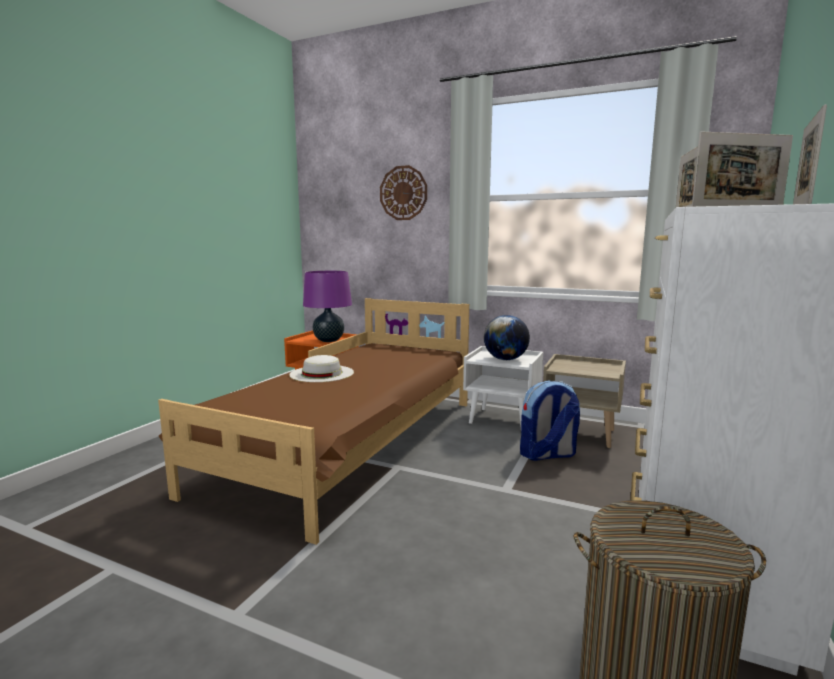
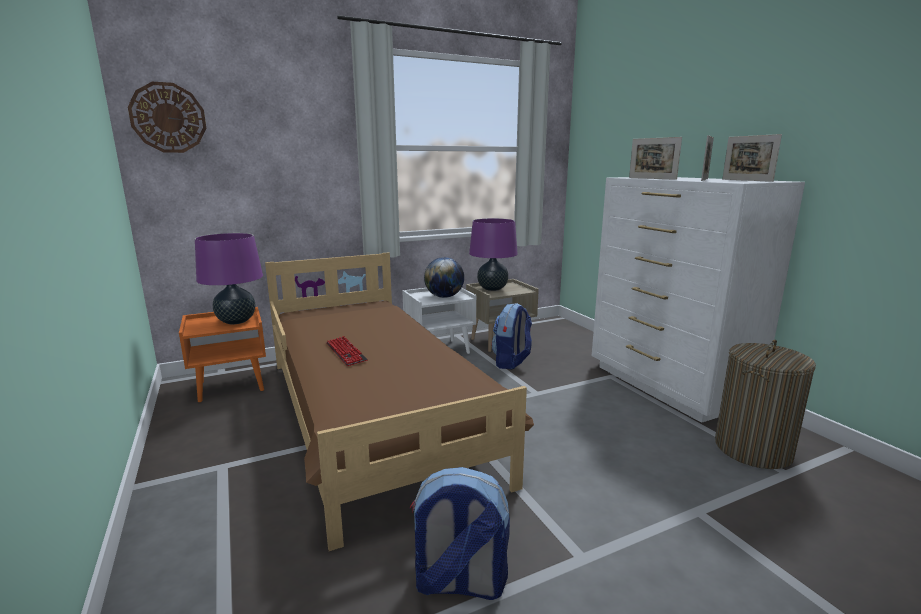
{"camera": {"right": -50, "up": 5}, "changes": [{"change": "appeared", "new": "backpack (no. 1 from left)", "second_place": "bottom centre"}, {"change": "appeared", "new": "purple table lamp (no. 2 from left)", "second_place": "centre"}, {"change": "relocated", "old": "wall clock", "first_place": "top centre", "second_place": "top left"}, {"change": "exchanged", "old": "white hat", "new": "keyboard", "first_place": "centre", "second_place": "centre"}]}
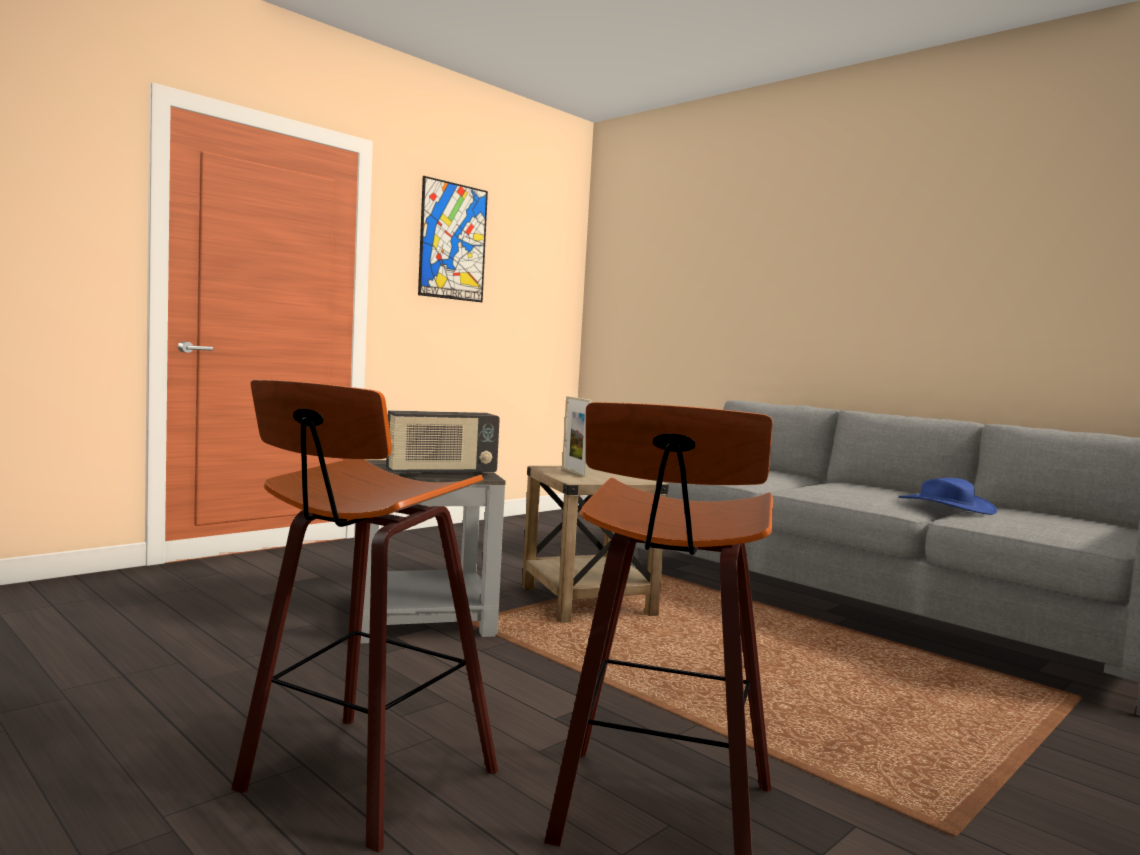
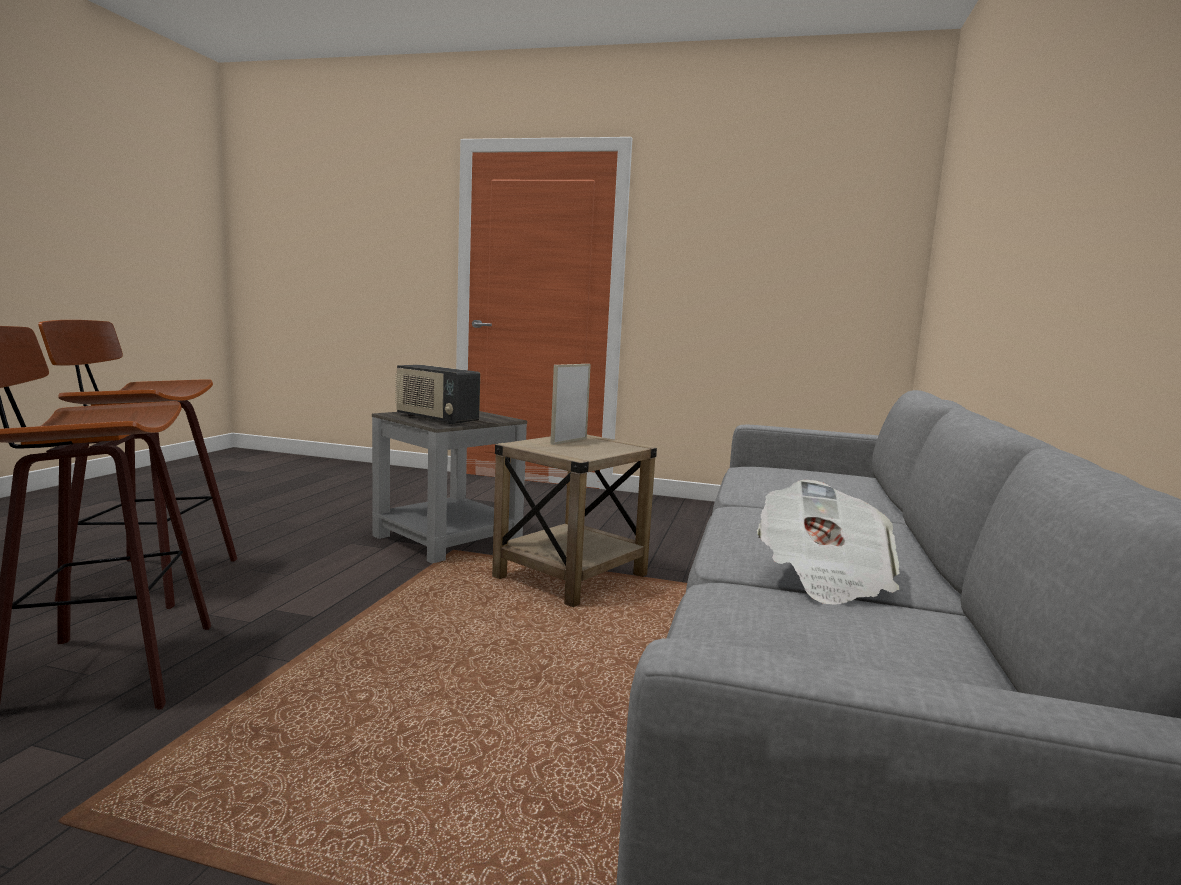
{"camera": {"right": 60, "up": 5}, "changes": [{"change": "missing", "old": "picture", "first_place": "top centre"}, {"change": "exchanged", "old": "blue hat", "new": "newspaper", "first_place": "middle right", "second_place": "middle right"}]}
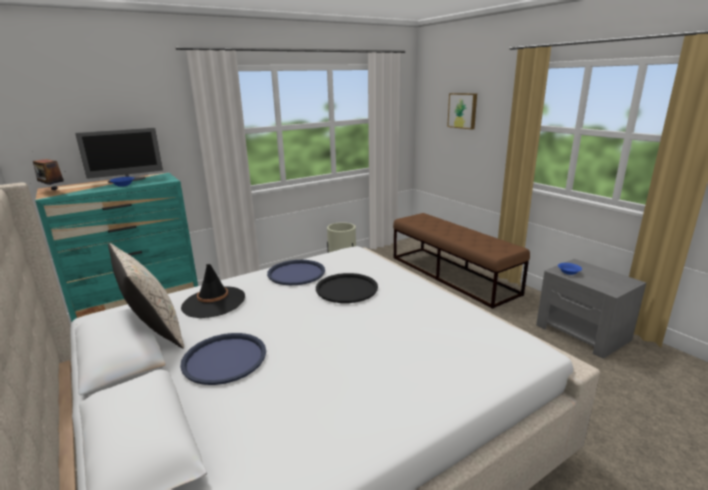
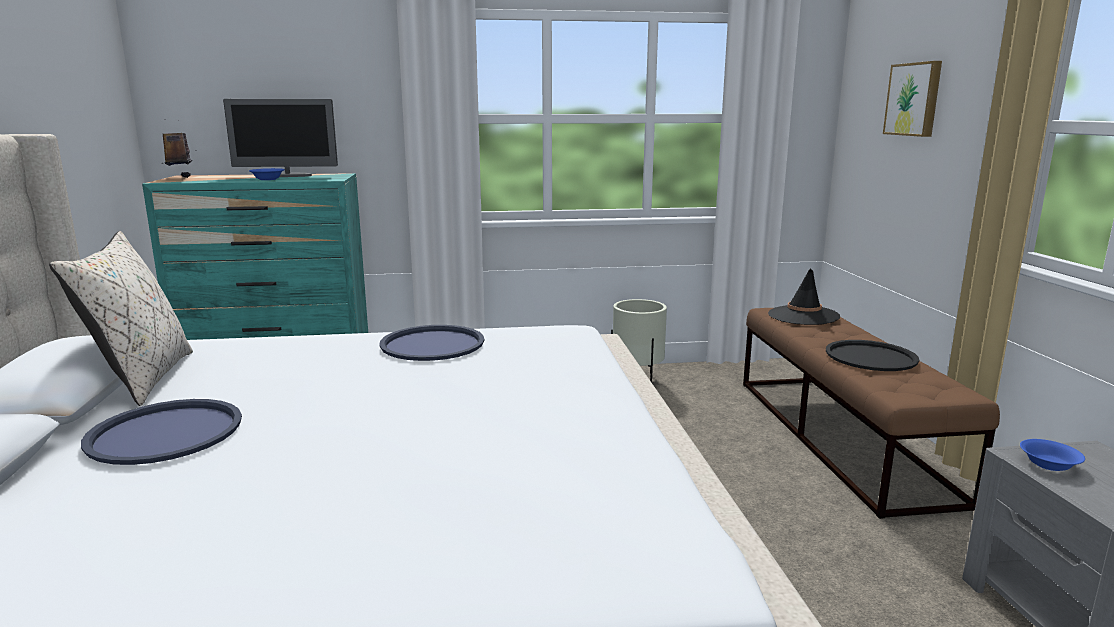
{"camera": {"right": 25, "up": -5}, "changes": [{"change": "relocated", "old": "black hat", "first_place": "middle left", "second_place": "middle right"}, {"change": "relocated", "old": "black tray", "first_place": "centre", "second_place": "middle right"}]}
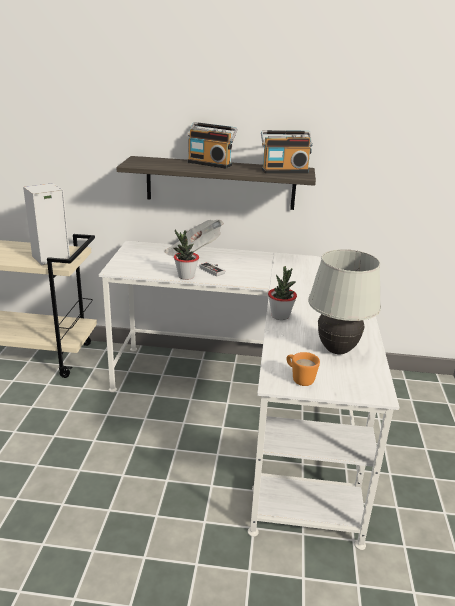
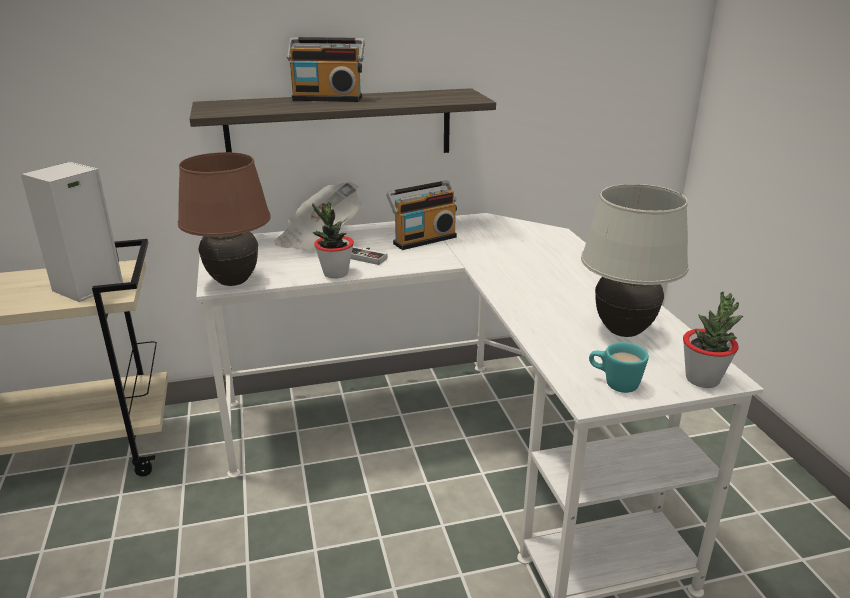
{"camera": {"right": -20, "up": 0}, "changes": [{"change": "appeared", "new": "brown table lamp", "second_place": "middle left"}, {"change": "relocated", "old": "radio (no. 2 from left)", "first_place": "top centre", "second_place": "centre"}, {"change": "relocated", "old": "potted plant (no. 2 from left)", "first_place": "centre", "second_place": "middle right"}, {"change": "colour", "old": "orange mug", "new": "turquoise mug", "first_place": "centre", "second_place": "middle right"}]}
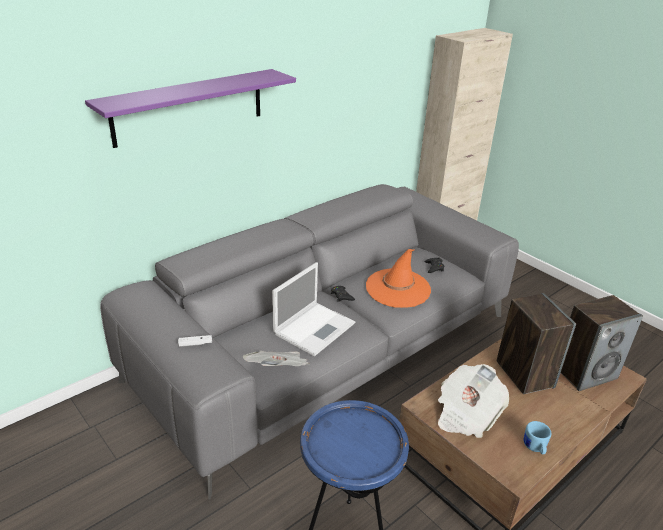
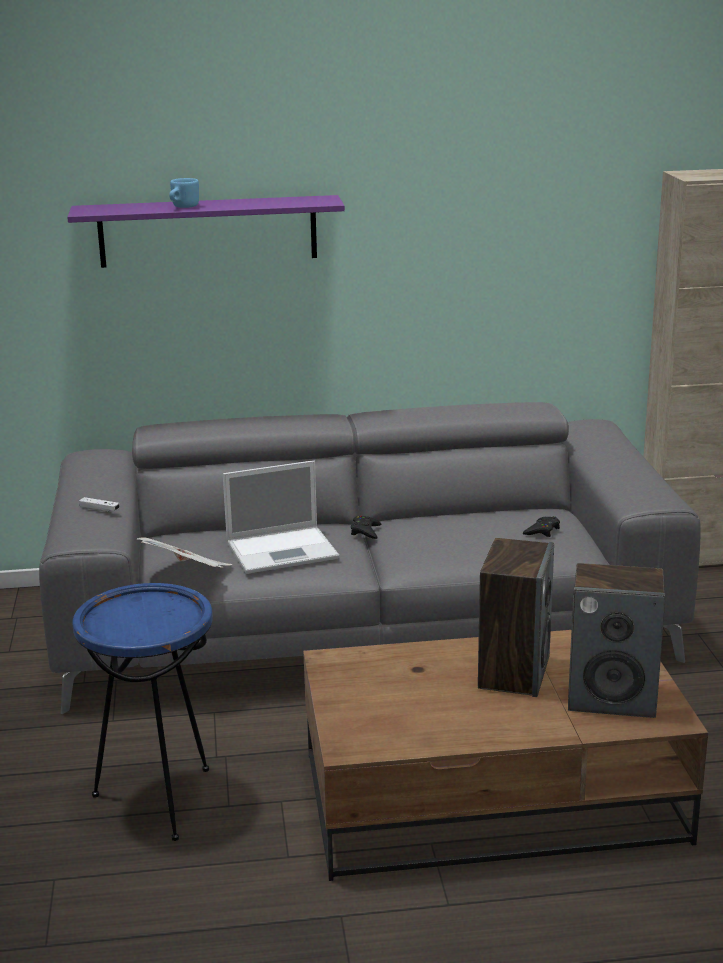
{"camera": {"right": 35, "up": -10}, "changes": [{"change": "missing", "old": "orange hat", "first_place": "centre"}, {"change": "missing", "old": "newspaper (no. 2 from left)", "first_place": "bottom right"}, {"change": "relocated", "old": "blue mug", "first_place": "bottom right", "second_place": "top left"}]}
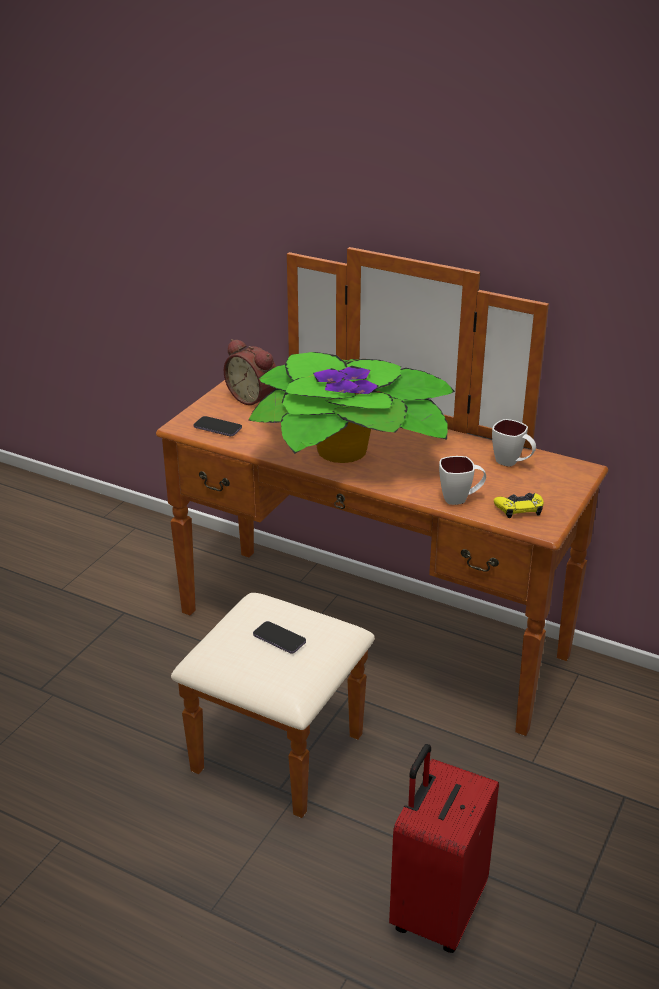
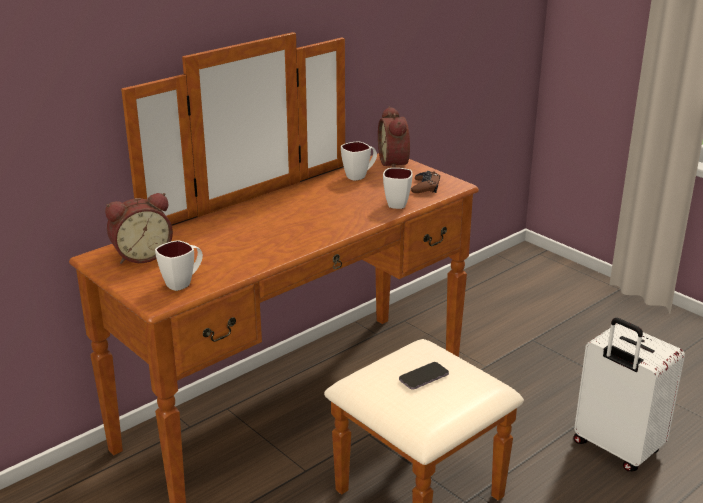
{"camera": {"right": -70, "up": -5}, "changes": [{"change": "missing", "old": "potted plant", "first_place": "centre"}, {"change": "appeared", "new": "alarm clock (no. 2 from left)", "second_place": "top centre"}, {"change": "exchanged", "old": "phone (no. 1 from left)", "new": "white mug (no. 1 from left)", "first_place": "middle left", "second_place": "middle left"}, {"change": "colour", "old": "red suitcase", "new": "white suitcase", "first_place": "bottom right", "second_place": "bottom right"}, {"change": "colour", "old": "yellow game controller", "new": "brown game controller", "first_place": "middle right", "second_place": "centre"}]}
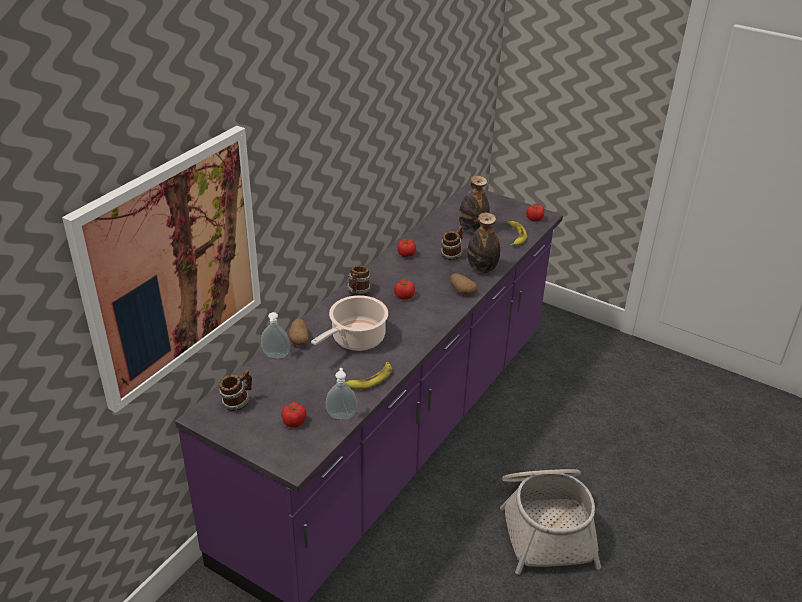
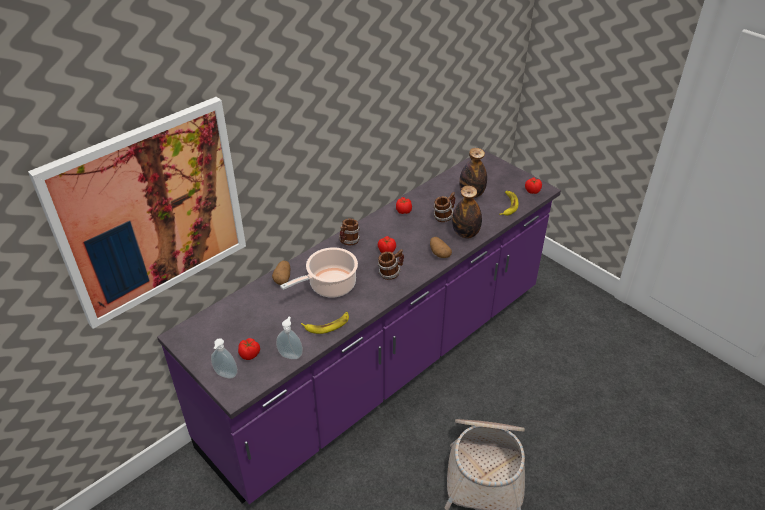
{"camera": {"right": 15, "up": 5}, "changes": [{"change": "relocated", "old": "mug (no. 1 from left in the first image)", "new": "mug (no. 2 from left)", "first_place": "middle left", "second_place": "centre"}, {"change": "relocated", "old": "soap dispenser (no. 1 from left)", "first_place": "centre", "second_place": "bottom left"}]}
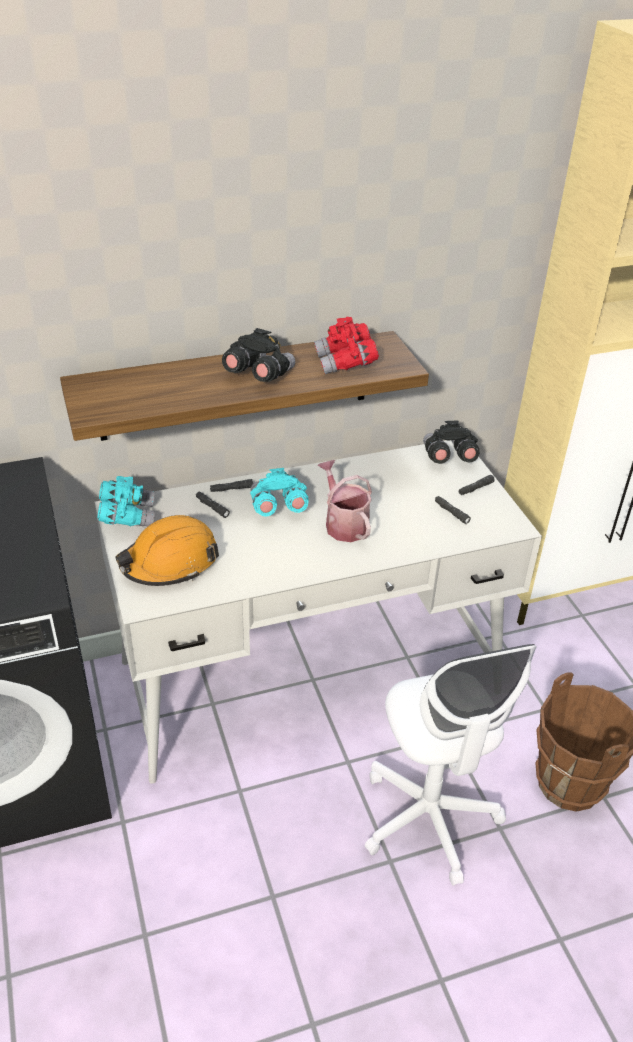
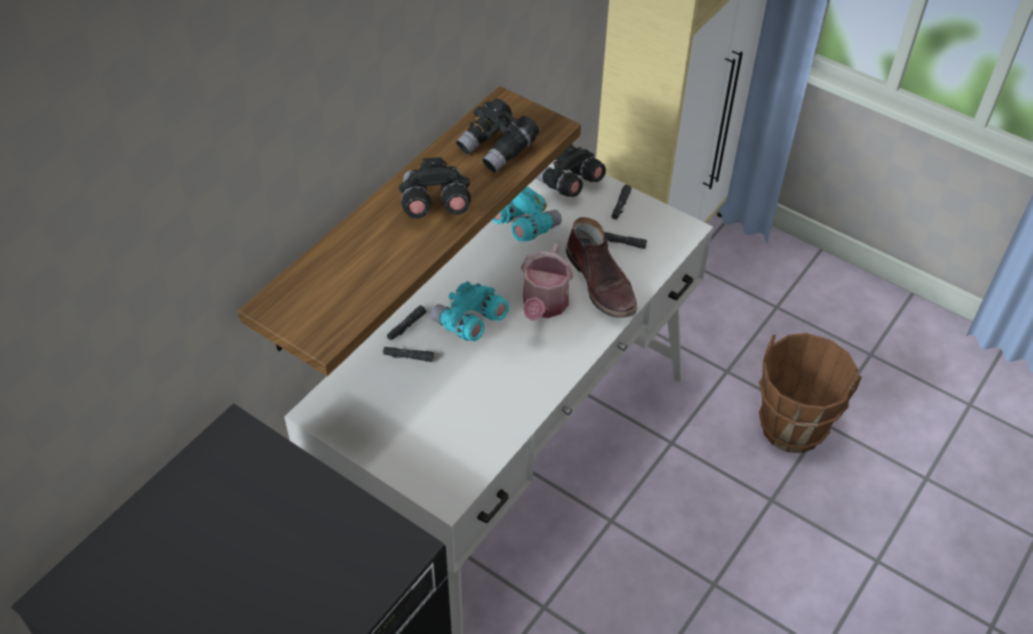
{"camera": {"right": -35, "up": 10}, "changes": [{"change": "missing", "old": "orange hard hat", "first_place": "middle left"}, {"change": "missing", "old": "white office chair", "first_place": "bottom right"}, {"change": "appeared", "new": "brown boot", "second_place": "centre"}, {"change": "relocated", "old": "turquoise binoculars (no. 1 from left in the first image)", "new": "turquoise binoculars (no. 2 from left)", "first_place": "middle left", "second_place": "centre"}, {"change": "colour", "old": "red binoculars", "new": "black binoculars (no. 2 from left)", "first_place": "top centre", "second_place": "top centre"}, {"change": "spun", "old": "watering can", "first_place": "centre", "second_place": "centre", "degrees": -105}]}
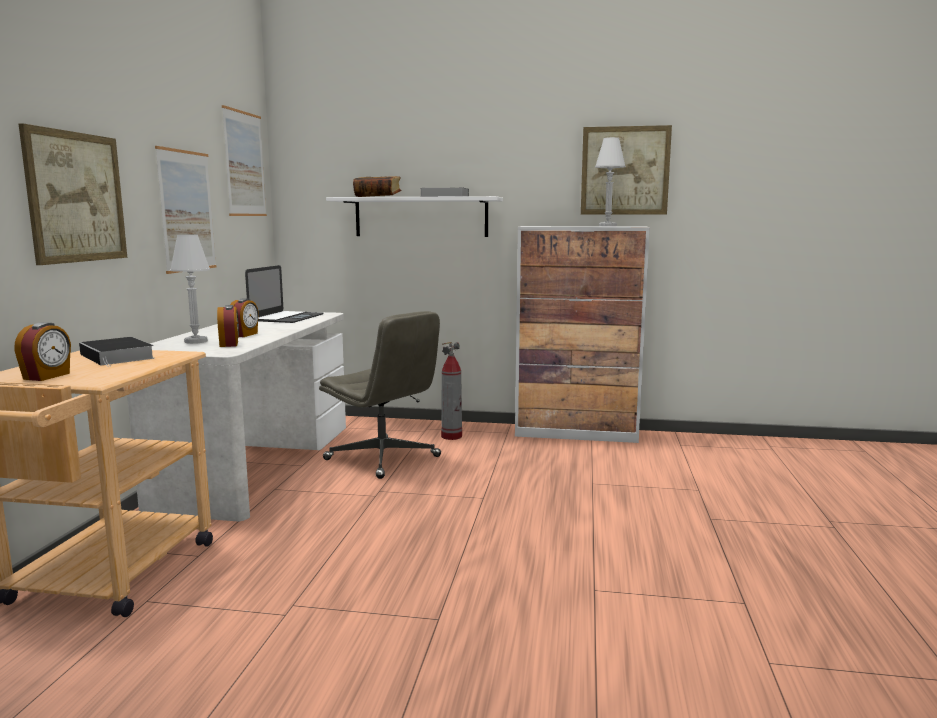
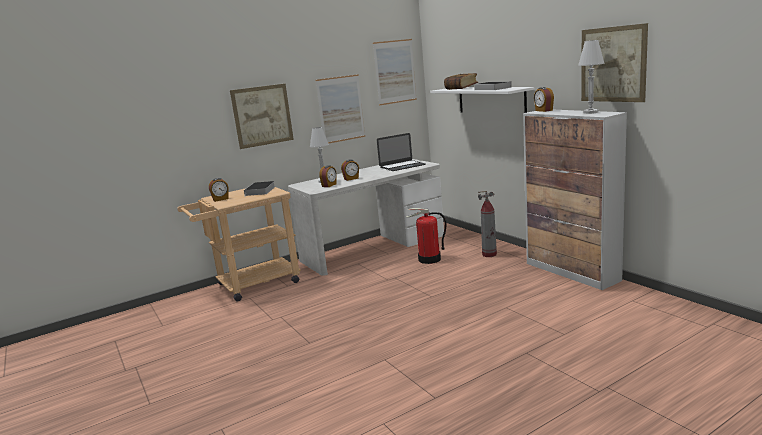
{"camera": {"right": 50, "up": 5}, "changes": [{"change": "appeared", "new": "alarm clock (no. 4 from left)", "second_place": "top right"}, {"change": "exchanged", "old": "grey office chair", "new": "fire extinguisher (no. 1 from left)", "first_place": "centre", "second_place": "centre"}]}
